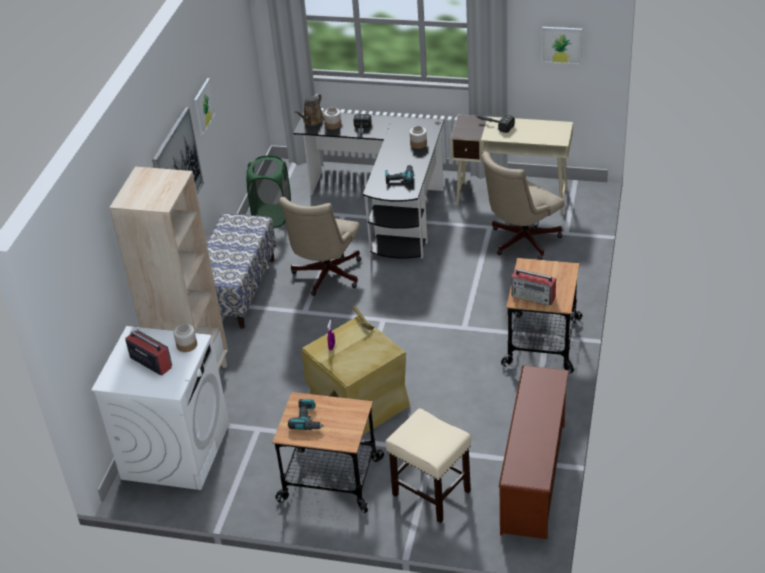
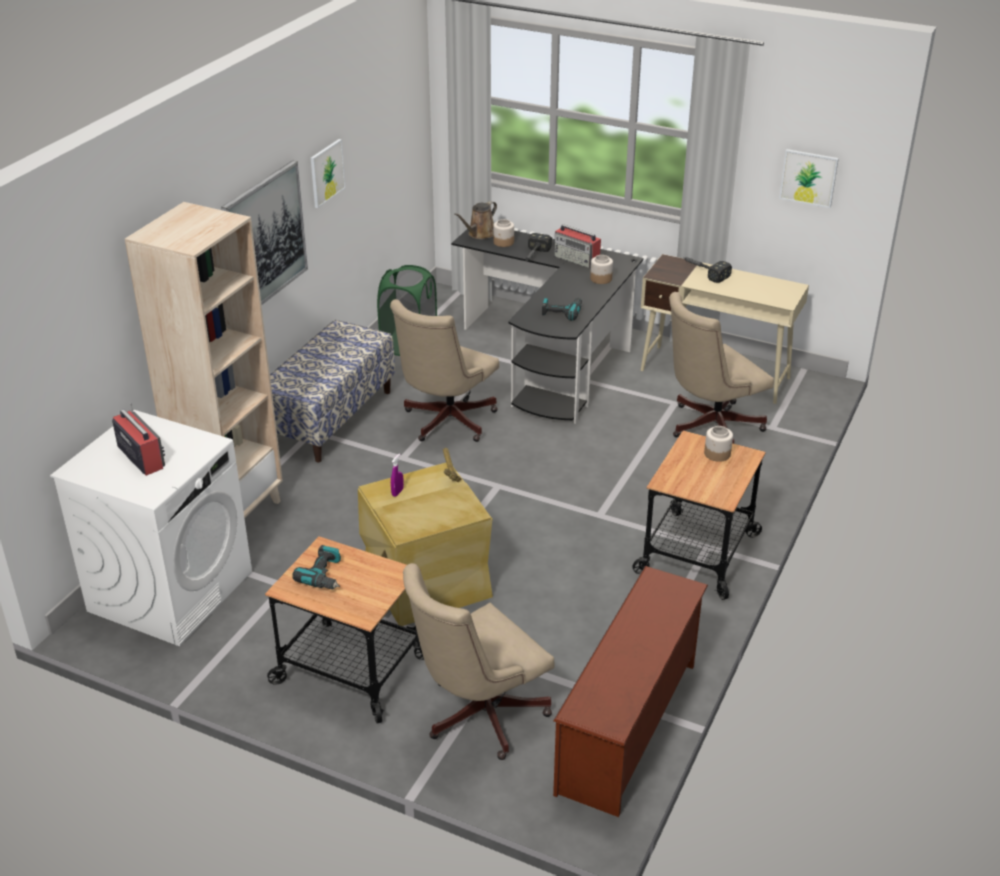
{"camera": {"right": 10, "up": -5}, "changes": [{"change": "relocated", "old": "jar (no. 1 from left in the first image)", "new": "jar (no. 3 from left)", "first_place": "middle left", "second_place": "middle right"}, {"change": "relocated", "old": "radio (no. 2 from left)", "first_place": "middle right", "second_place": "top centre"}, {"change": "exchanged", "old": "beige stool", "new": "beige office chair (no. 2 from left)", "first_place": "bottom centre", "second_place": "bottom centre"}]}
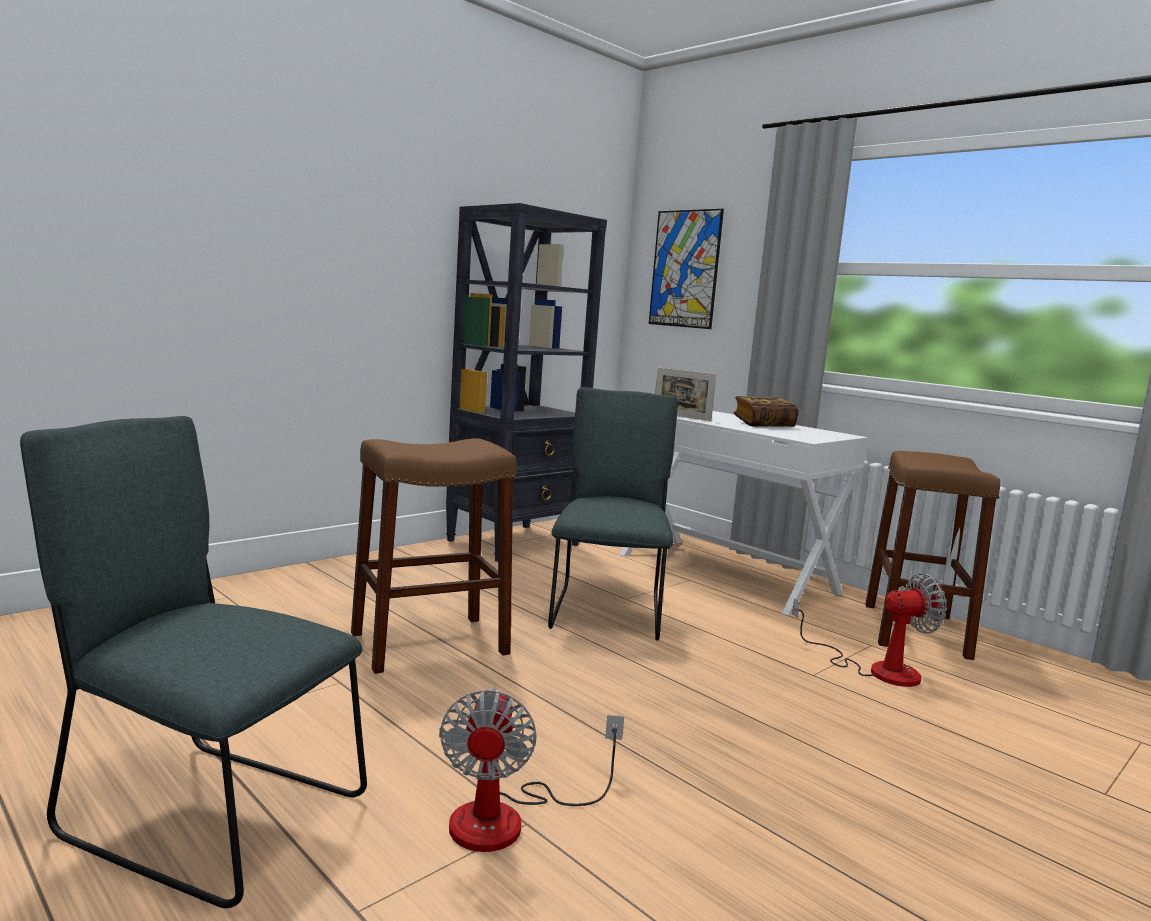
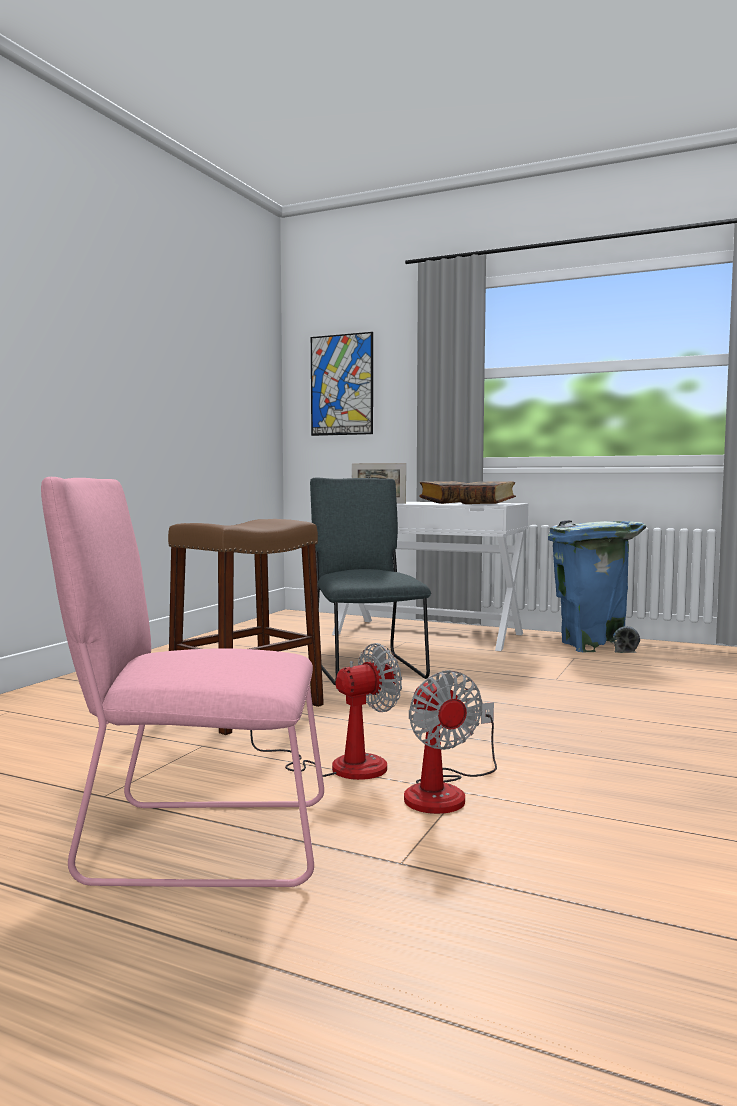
{"camera": {"right": -20, "up": -5}, "changes": [{"change": "missing", "old": "black bookcase", "first_place": "centre"}, {"change": "appeared", "new": "book (no. 2 from left)", "second_place": "centre"}, {"change": "relocated", "old": "fan (no. 2 from left in the first image)", "new": "fan (no. 1 from left)", "first_place": "bottom right", "second_place": "centre"}, {"change": "exchanged", "old": "brown stool (no. 2 from left)", "new": "blue trash can", "first_place": "middle right", "second_place": "middle right"}, {"change": "colour", "old": "grey chair (no. 1 from left)", "new": "pink chair", "first_place": "bottom left", "second_place": "middle left"}]}
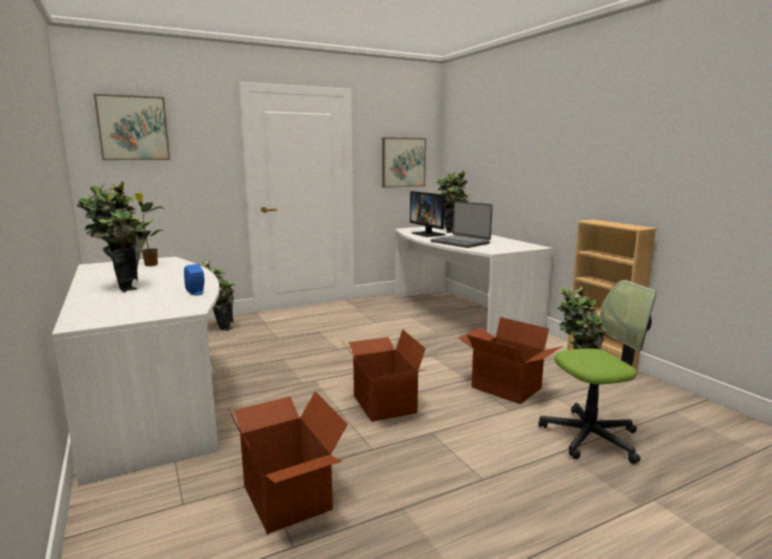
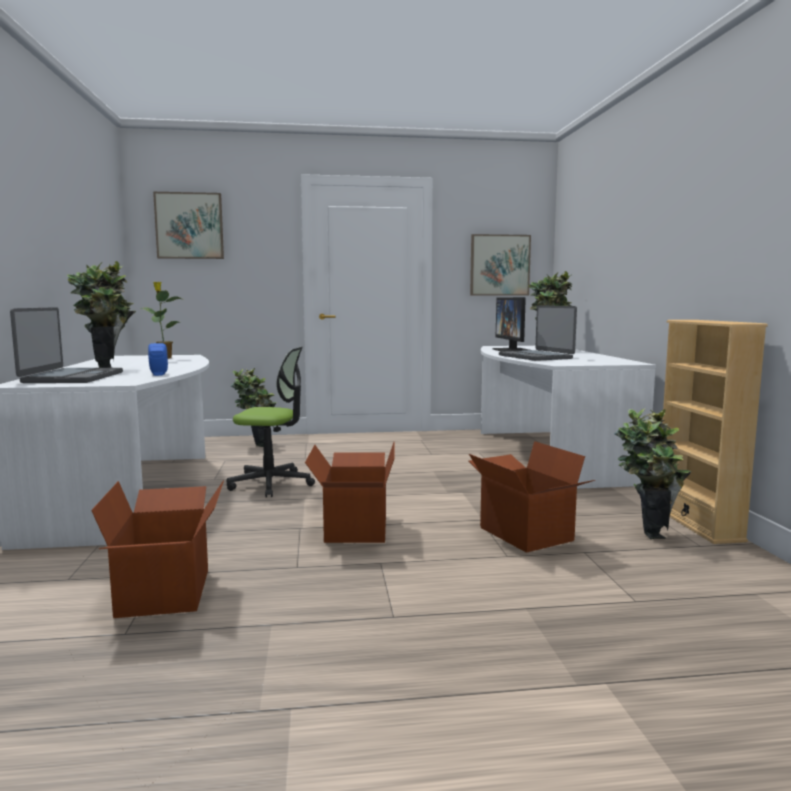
{"camera": {"right": 20, "up": -5}, "changes": [{"change": "appeared", "new": "laptop (no. 1 from left)", "second_place": "middle left"}, {"change": "relocated", "old": "office chair", "first_place": "middle right", "second_place": "centre"}]}
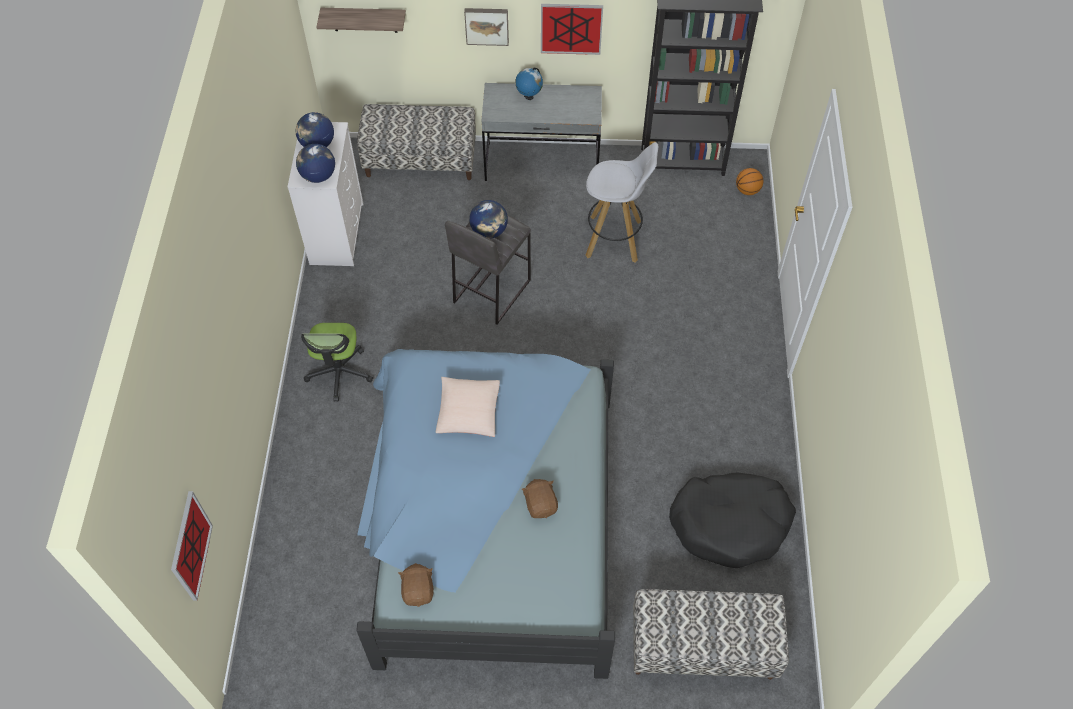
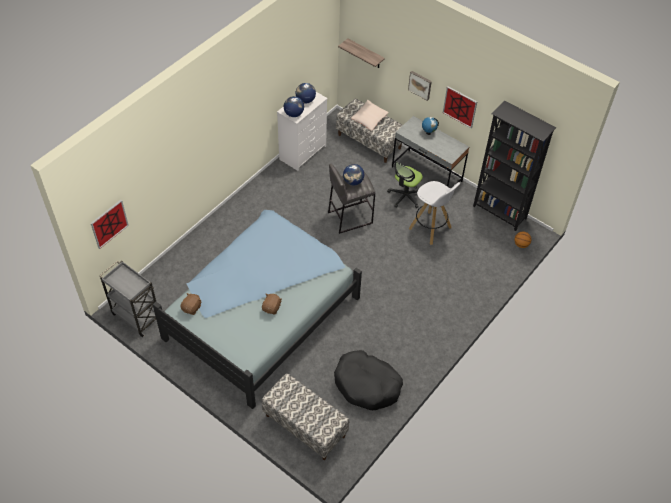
{"camera": {"right": 35, "up": -5}, "changes": [{"change": "appeared", "new": "grey cart", "second_place": "middle left"}, {"change": "relocated", "old": "office chair", "first_place": "middle left", "second_place": "centre"}, {"change": "relocated", "old": "beige pillow", "first_place": "centre", "second_place": "top centre"}]}
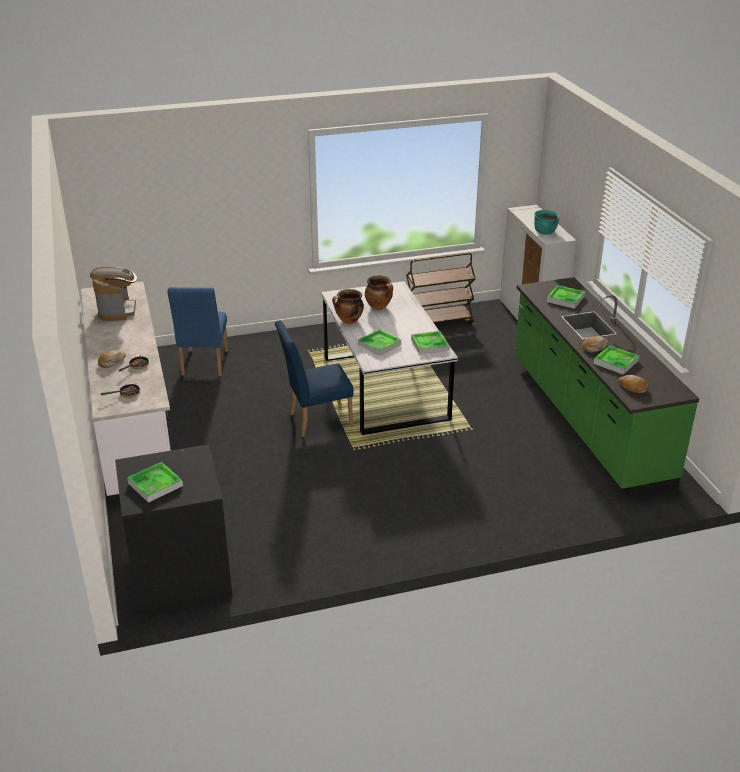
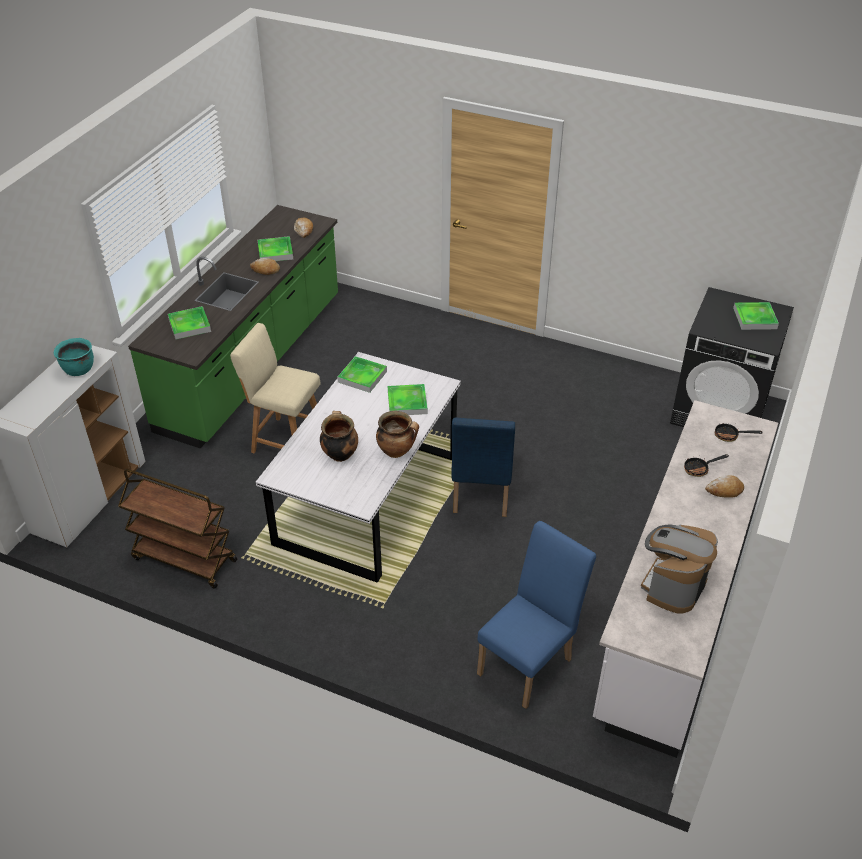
{"camera": {"right": -140, "up": 10}, "changes": [{"change": "appeared", "new": "beige stool", "second_place": "middle left"}, {"change": "spun", "old": "blue chair (no. 2 from left in the first image)", "first_place": "centre", "second_place": "centre", "degrees": 75}]}
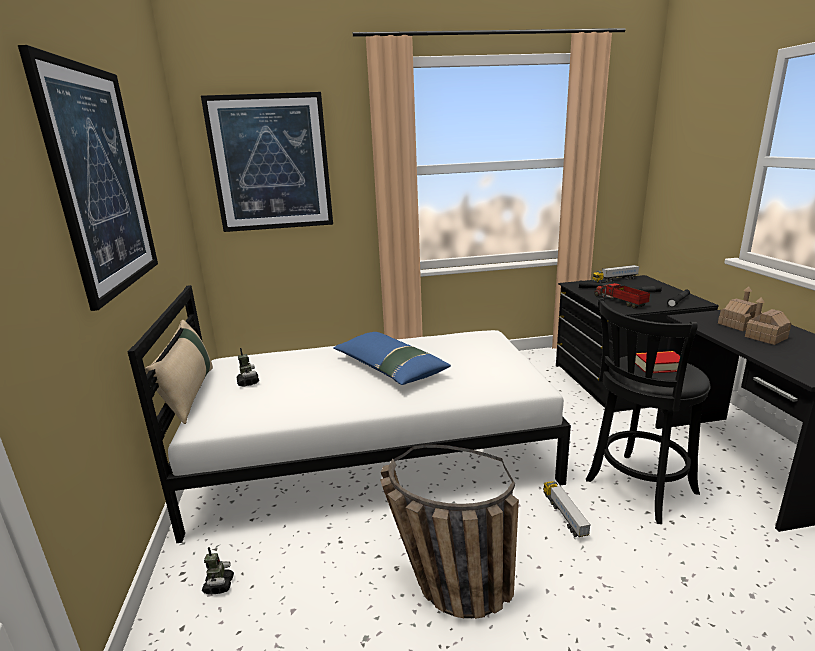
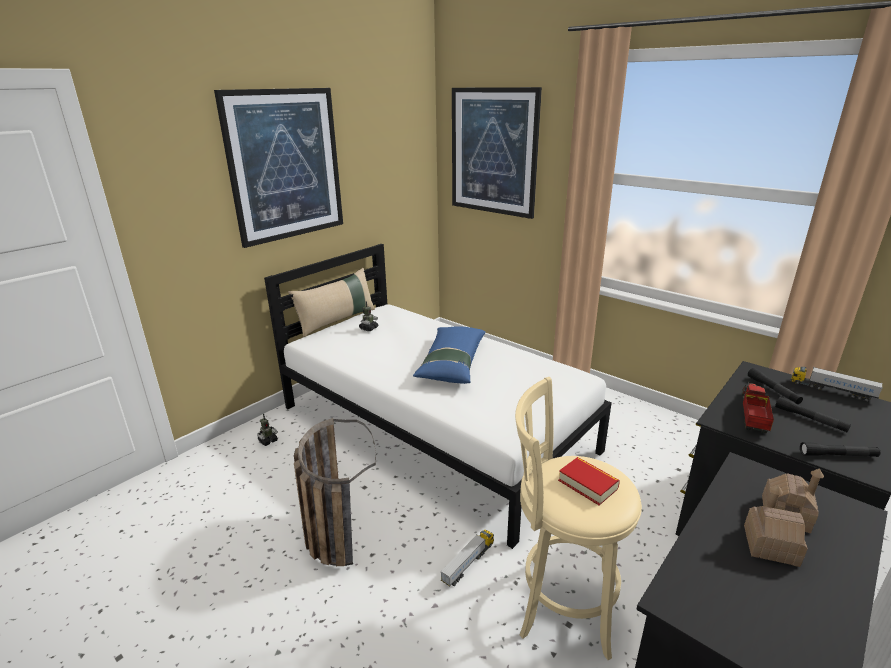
{"camera": {"right": 50, "up": 5}, "changes": [{"change": "colour", "old": "black stool", "new": "beige stool", "first_place": "middle right", "second_place": "bottom centre"}]}
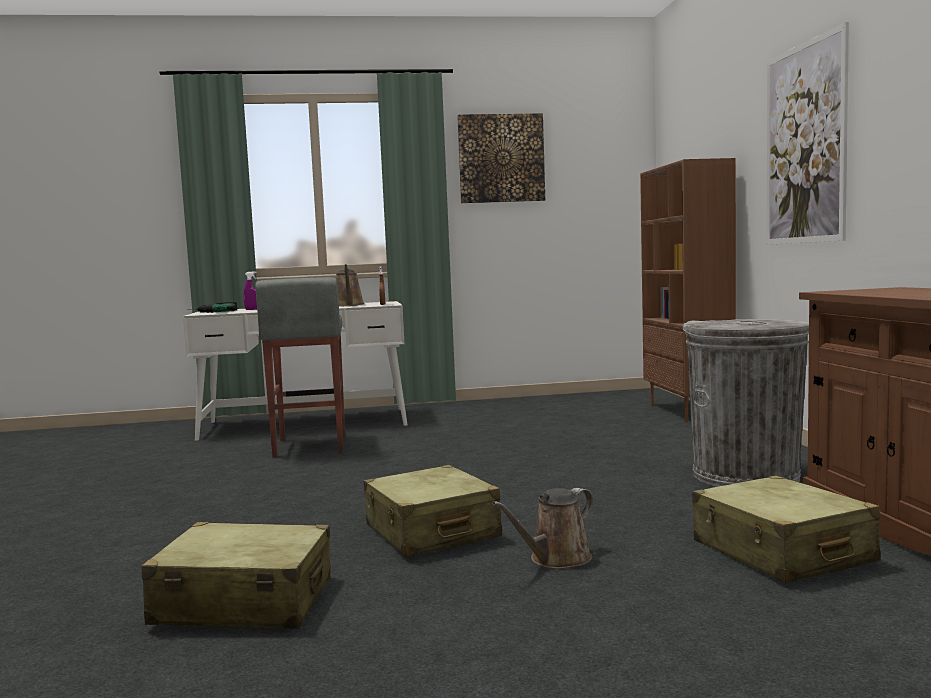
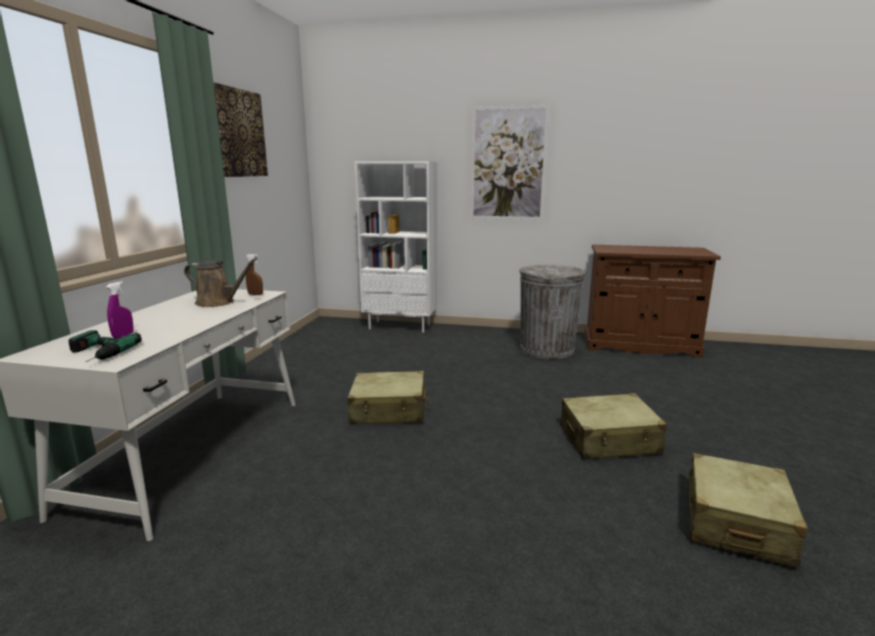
{"camera": {"right": -70, "up": 10}, "changes": [{"change": "missing", "old": "grey stool", "first_place": "middle left"}, {"change": "missing", "old": "brown watering can (no. 2 from left)", "first_place": "bottom centre"}, {"change": "relocated", "old": "beige suitcase (no. 3 from left in the first image)", "new": "beige suitcase (no. 1 from left)", "first_place": "bottom right", "second_place": "centre"}, {"change": "colour", "old": "brown bookcase", "new": "white bookcase", "first_place": "middle right", "second_place": "centre"}]}
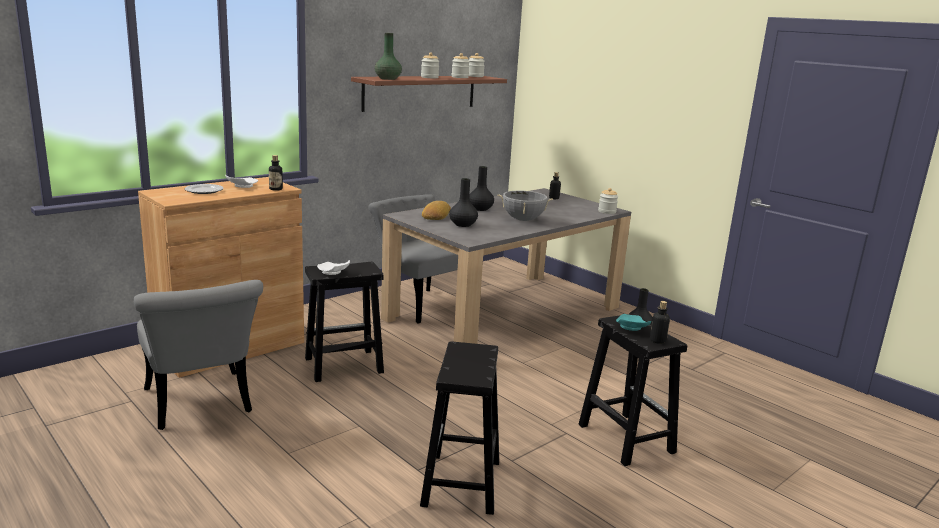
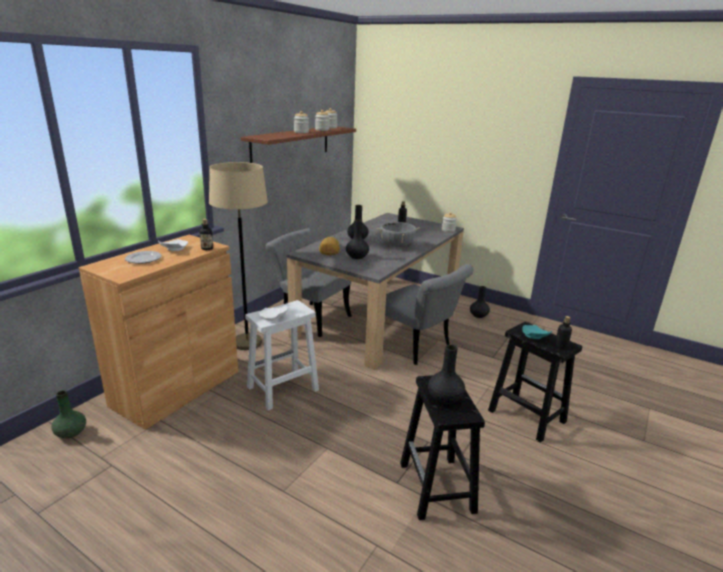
{"camera": {"right": -15, "up": 5}, "changes": [{"change": "appeared", "new": "beige floor lamp", "second_place": "middle left"}, {"change": "appeared", "new": "black vase (no. 3 from left)", "second_place": "centre"}, {"change": "relocated", "old": "grey chair (no. 1 from left in the first image)", "new": "grey chair (no. 2 from left)", "first_place": "bottom left", "second_place": "centre"}, {"change": "relocated", "old": "green vase", "first_place": "top centre", "second_place": "bottom left"}, {"change": "colour", "old": "black stool (no. 1 from left)", "new": "white stool", "first_place": "centre", "second_place": "centre"}]}
